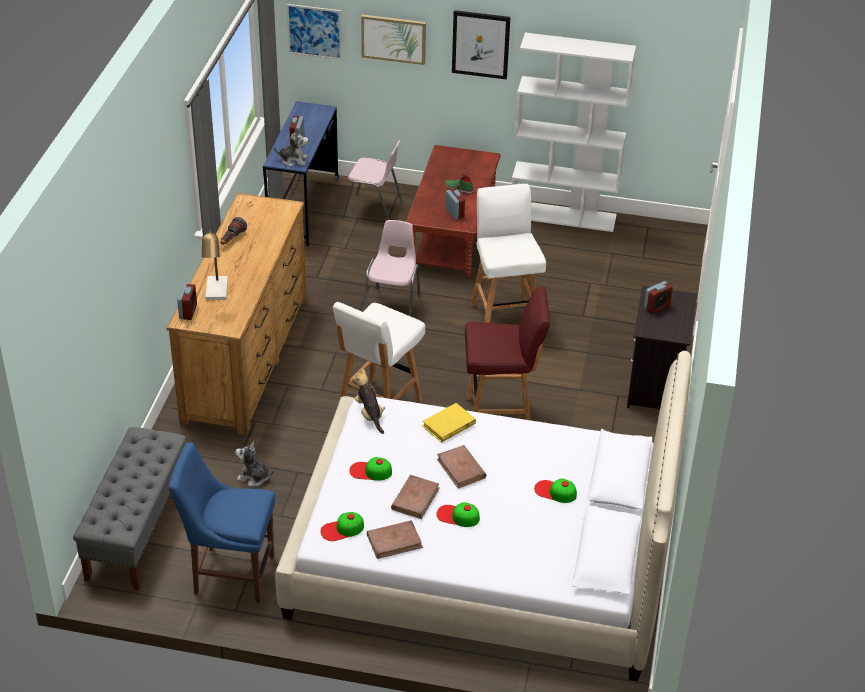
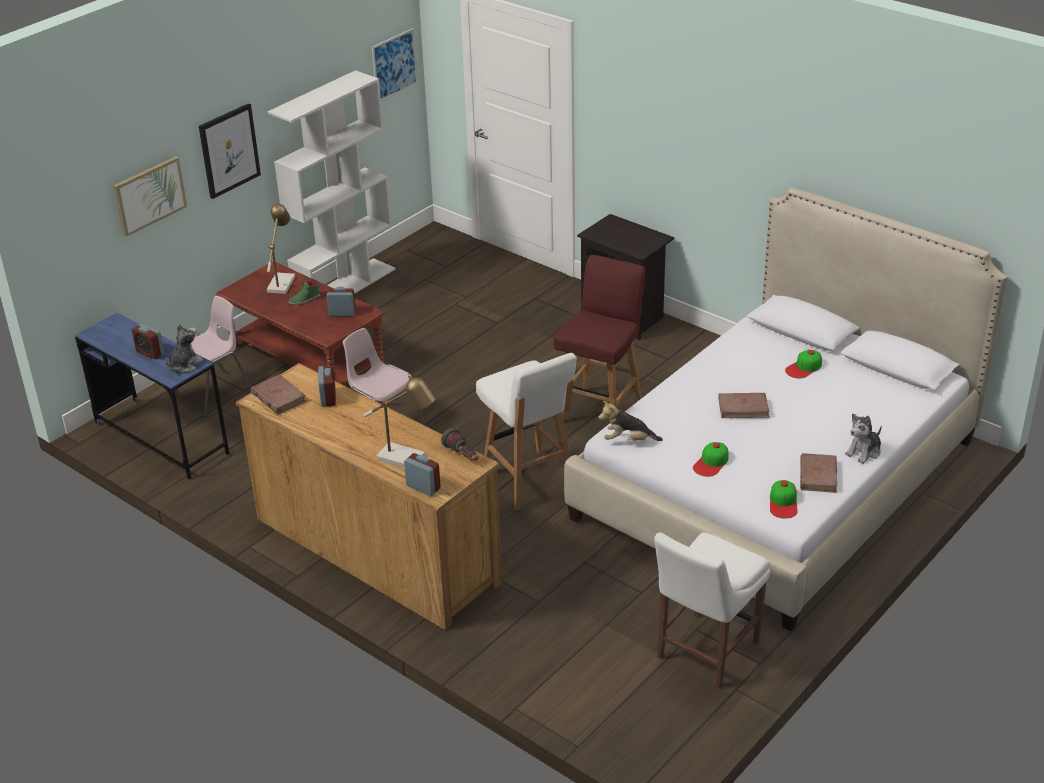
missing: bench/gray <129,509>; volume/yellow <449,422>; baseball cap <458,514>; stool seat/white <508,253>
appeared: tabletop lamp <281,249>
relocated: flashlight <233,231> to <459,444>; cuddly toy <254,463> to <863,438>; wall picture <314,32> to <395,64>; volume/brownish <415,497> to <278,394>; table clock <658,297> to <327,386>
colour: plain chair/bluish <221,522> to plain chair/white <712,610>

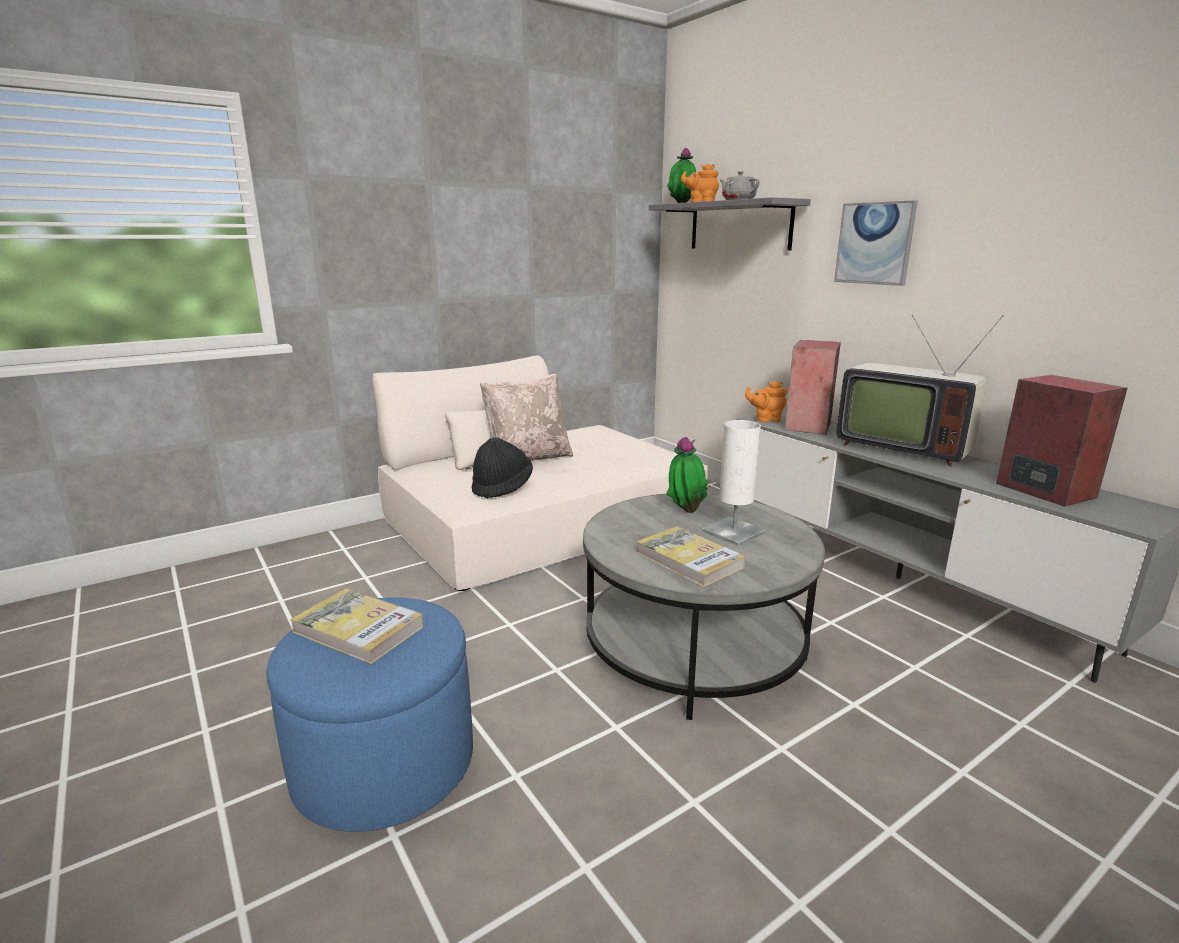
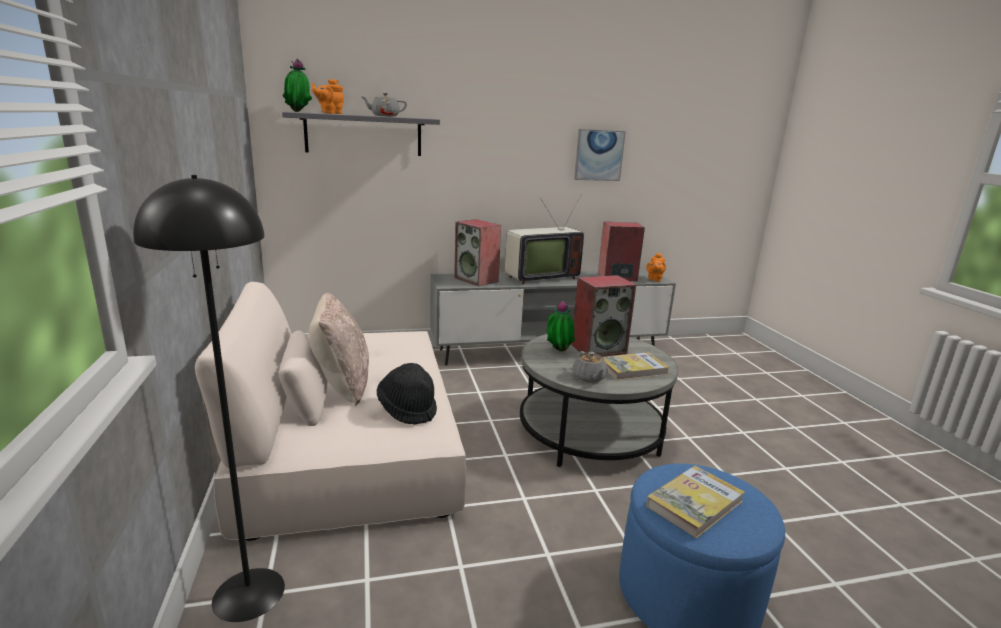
appeared: floor lamp/black <209,398>; tea pot/gray <590,367>
relocated: tea pot/orange <766,401> to <656,267>; wall picture <876,243> to <600,155>
exchanged: tabletop lamp/white <734,483> to speaker <603,316>

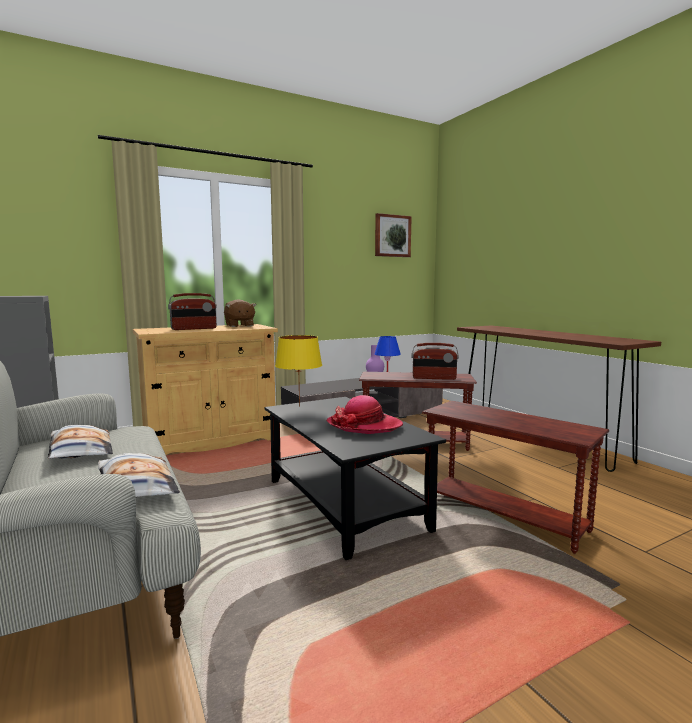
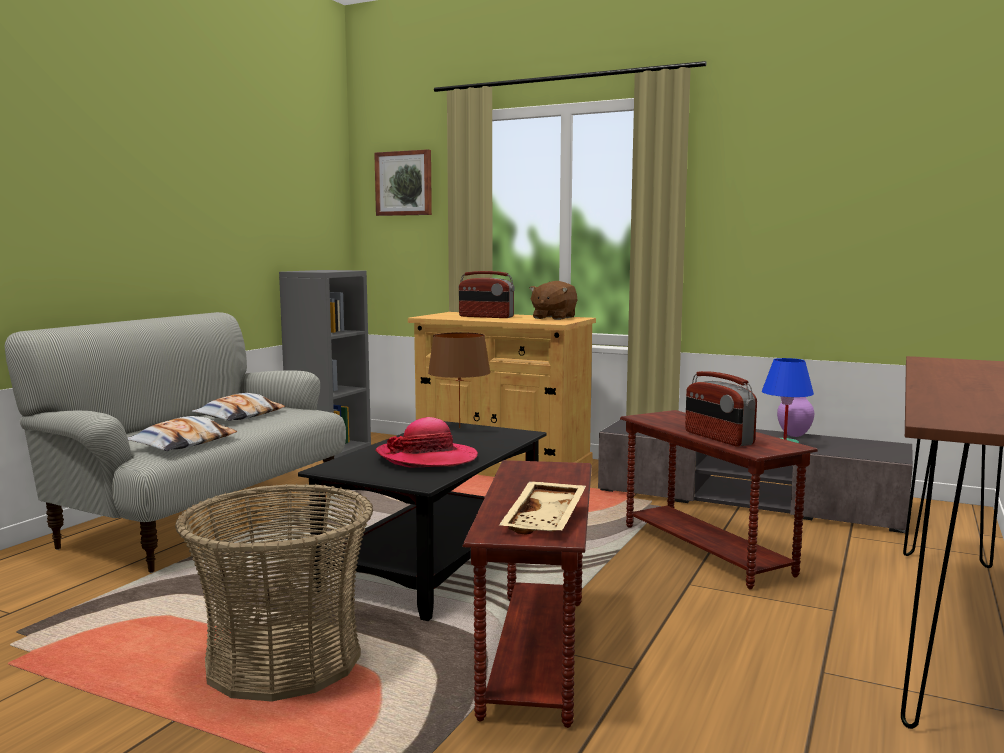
appeared: basket <274,593>; tray/beige-coloured <542,508>
relocated: wall picture <393,235> to <403,182>
colour: tabletop lamp/yellow <298,371> to tabletop lamp/brownish <459,380>

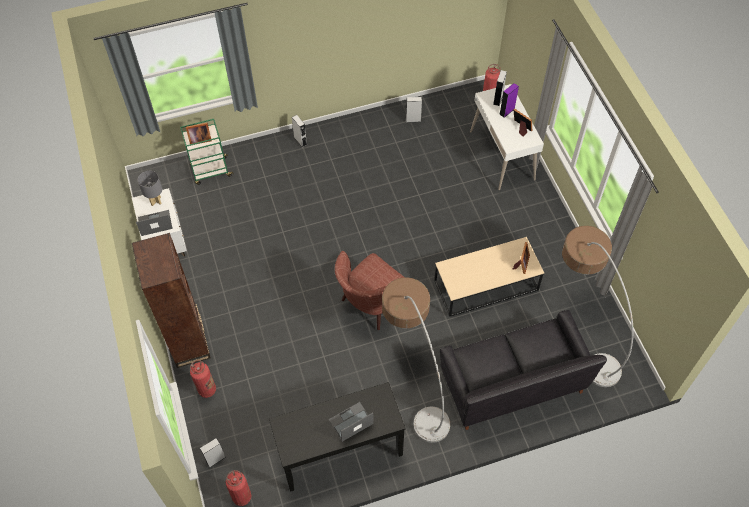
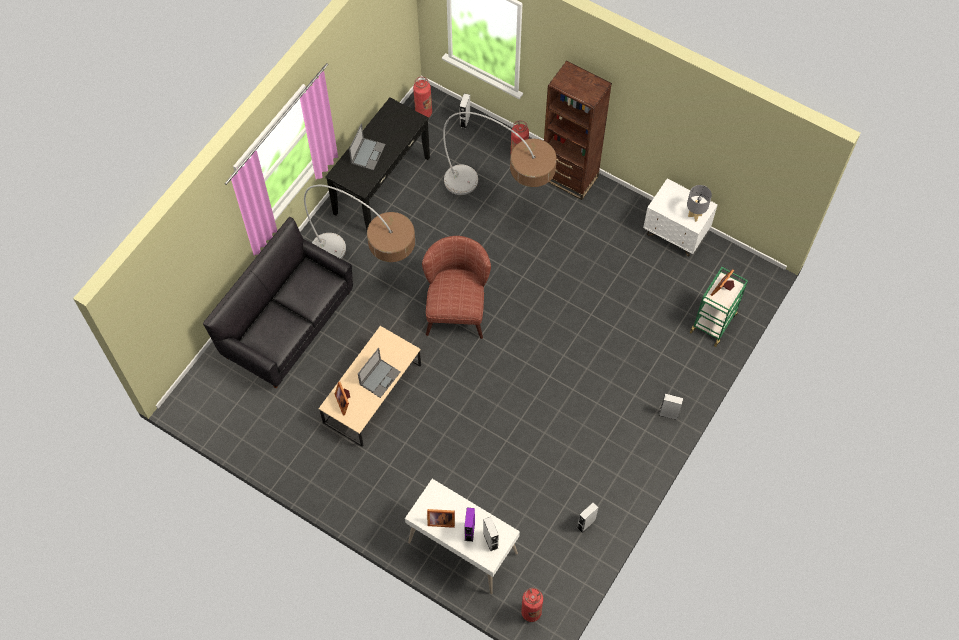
relocated: notebook computer <154,223> to <379,373>; floor lamp <598,306> to <500,153>

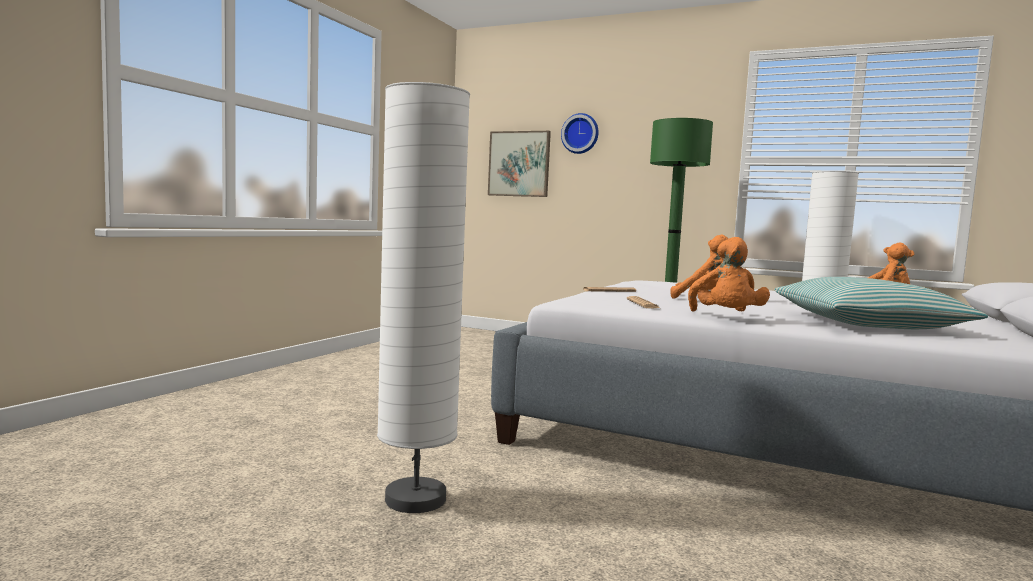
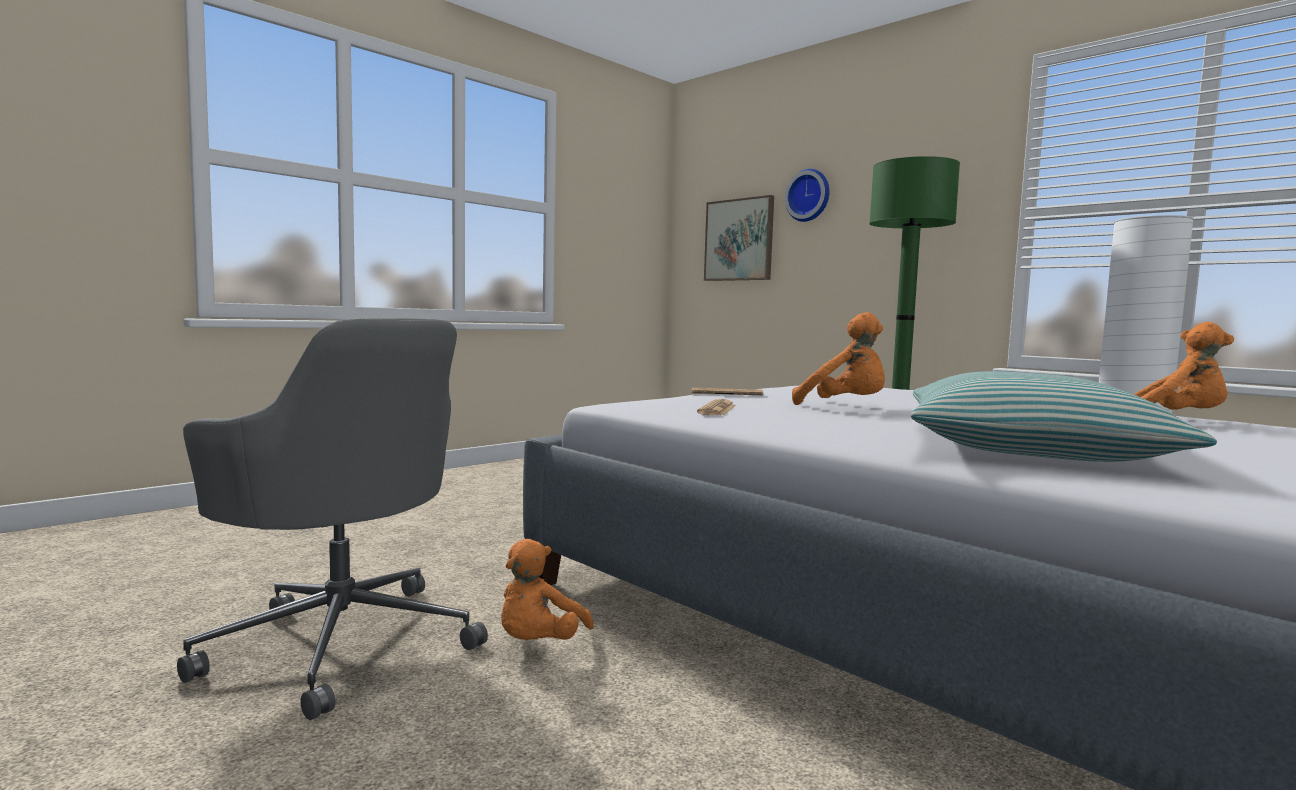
relocated: cuddly toy/orange <729,274> to <547,589>
exchanged: floor lamp/white <423,297> to computer chair/gray <332,519>

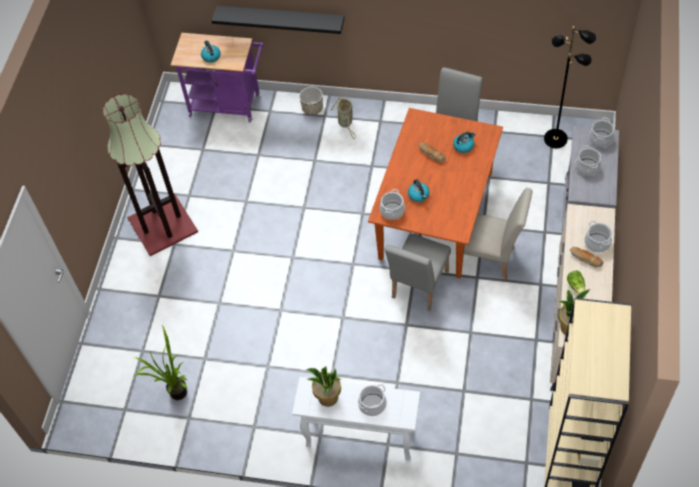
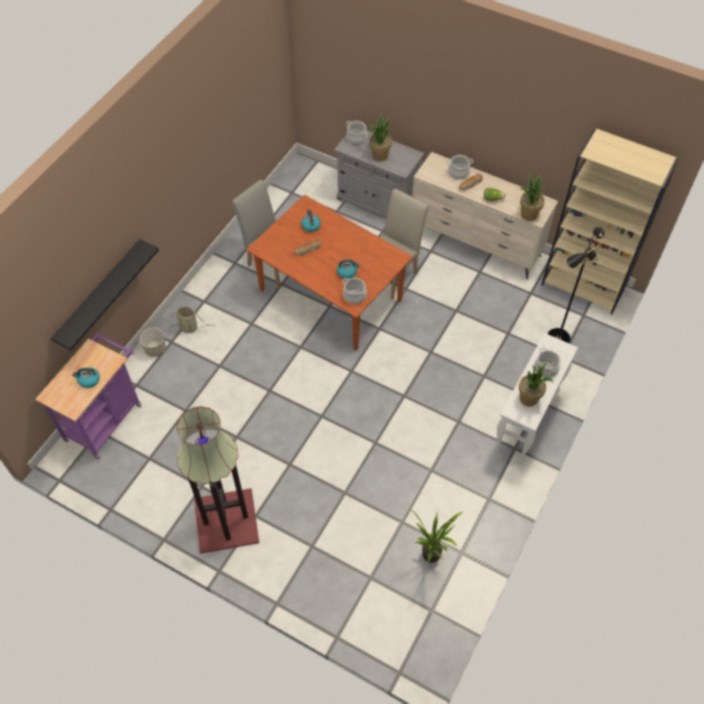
missing: plain chair/gray <417,272>
relocated: floor lamp/black <570,87> to <576,285>
exchanged: cooking pot <588,160> to potted plant <380,137>

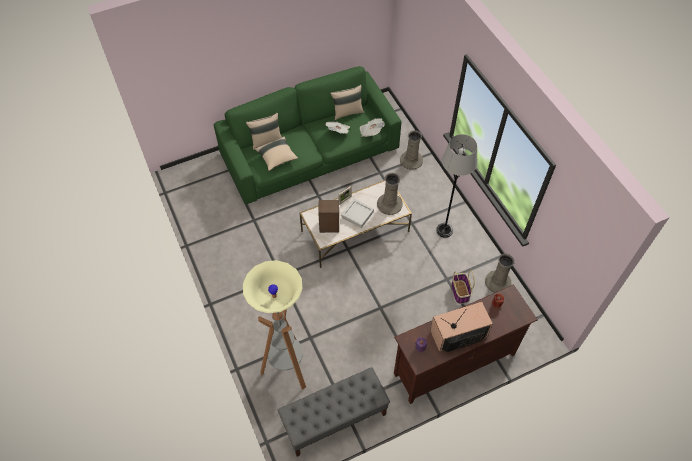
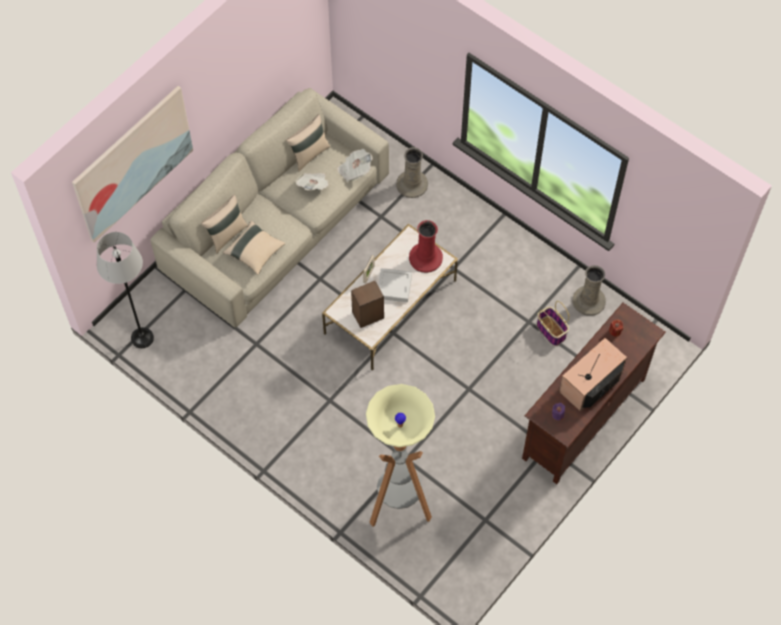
missing: bench/gray <334,412>
appeared: wall picture <132,164>
relocated: floor lamp/gray <456,186> to <125,290>
colour: couch/greenish <307,135> to couch/beige-coloured <269,208>; vase/beige-coloured <390,194> to vase/reddish <426,246>

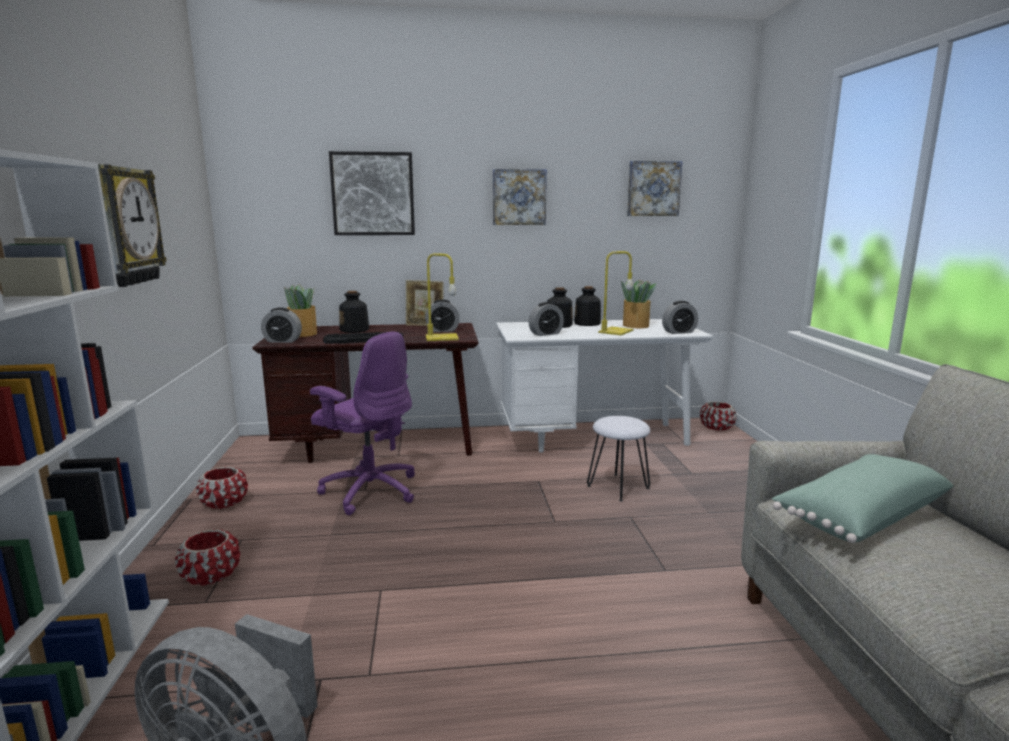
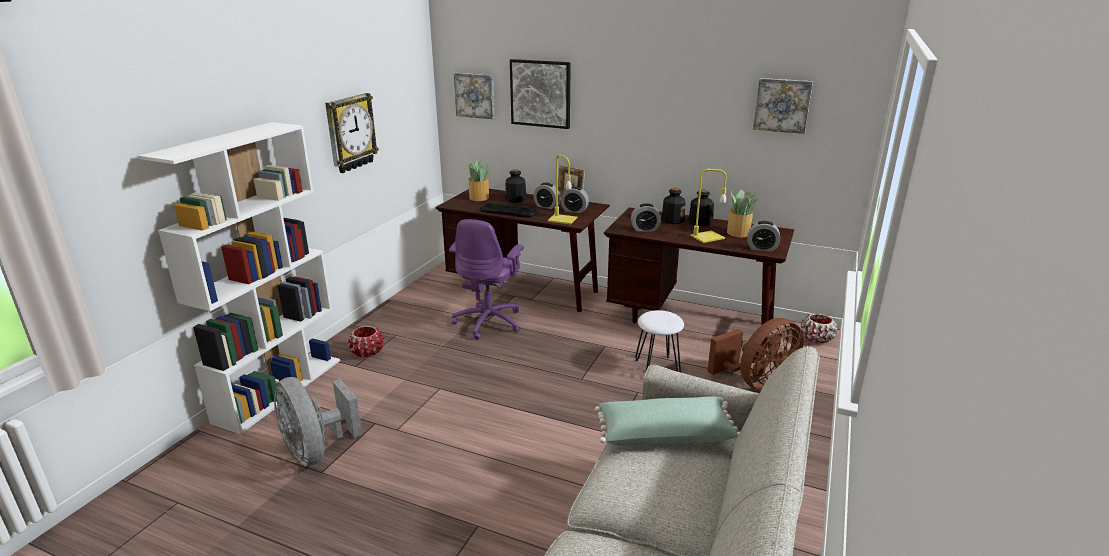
missing: plant pot/reddish <222,488>
appeared: fan/brownish <755,354>
relocated: table clock <281,325> to <547,196>; wall picture <520,197> to <474,96>
colour: desk/white <604,386> to desk/brownish <699,277>
spun: computer chair/purplish <362,423> = <486,279> 45 degrees clockwise

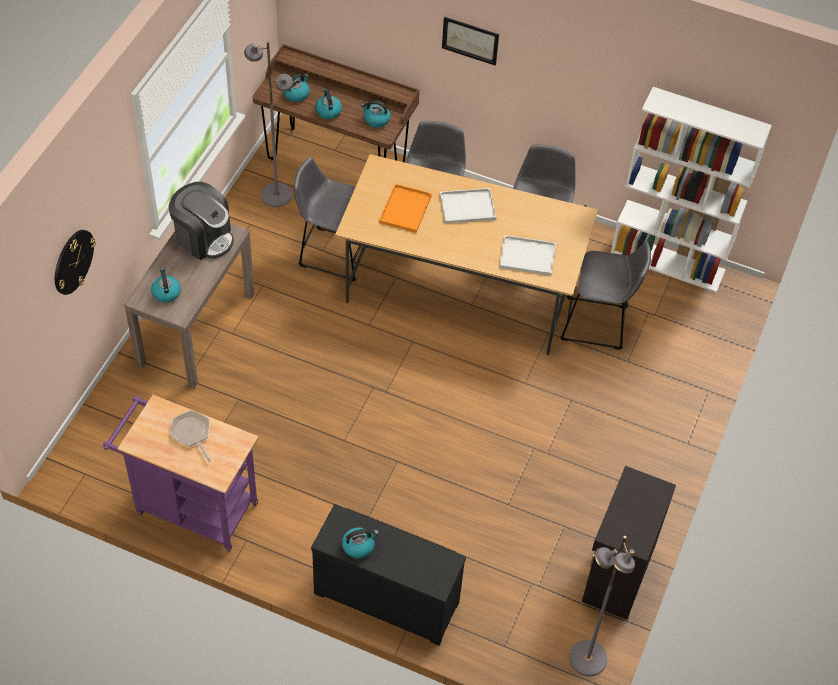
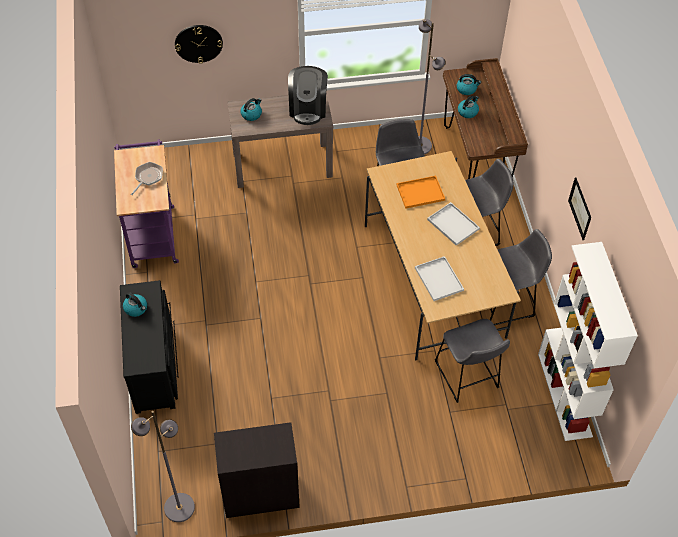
missing: kettle <376,114>
relocated: wall picture <470,41> to <579,208>

